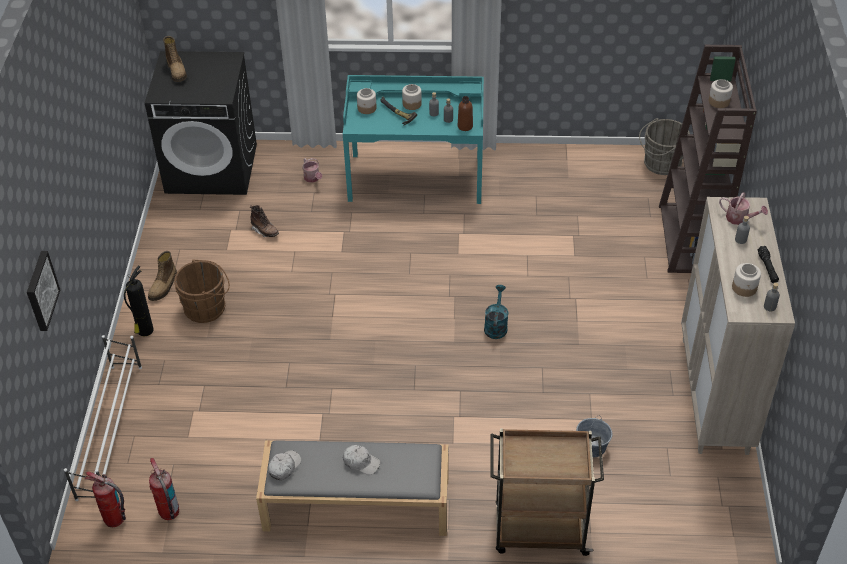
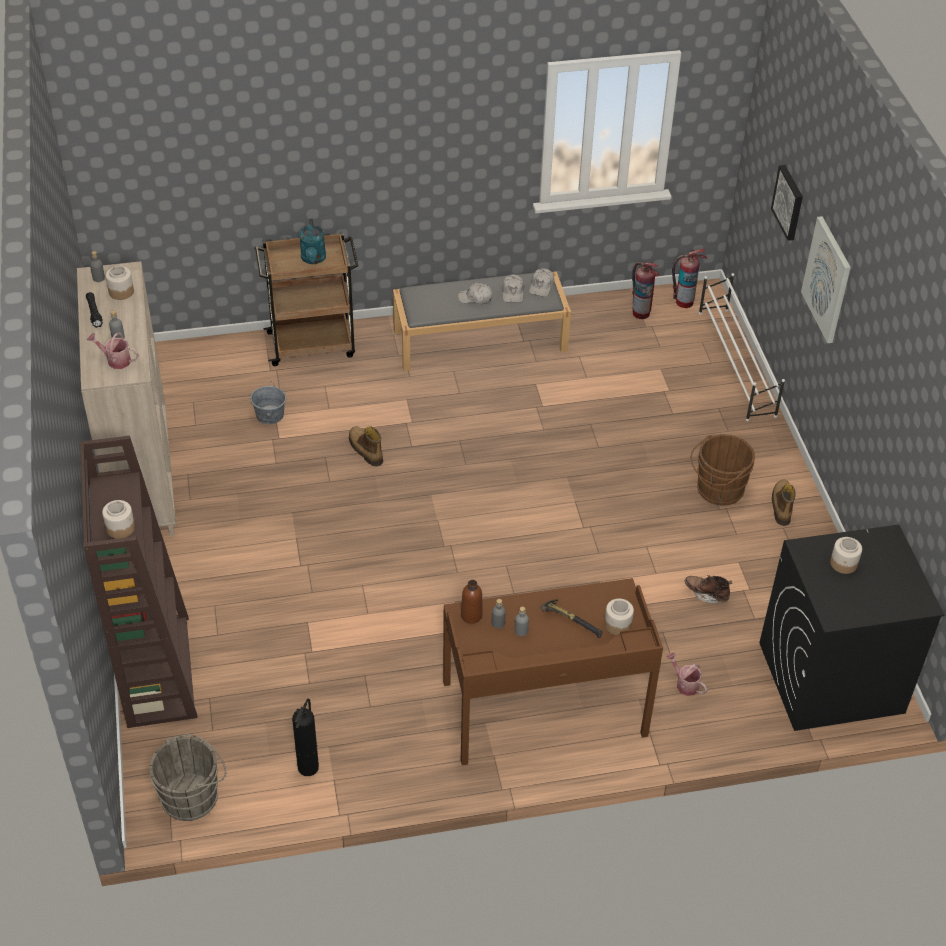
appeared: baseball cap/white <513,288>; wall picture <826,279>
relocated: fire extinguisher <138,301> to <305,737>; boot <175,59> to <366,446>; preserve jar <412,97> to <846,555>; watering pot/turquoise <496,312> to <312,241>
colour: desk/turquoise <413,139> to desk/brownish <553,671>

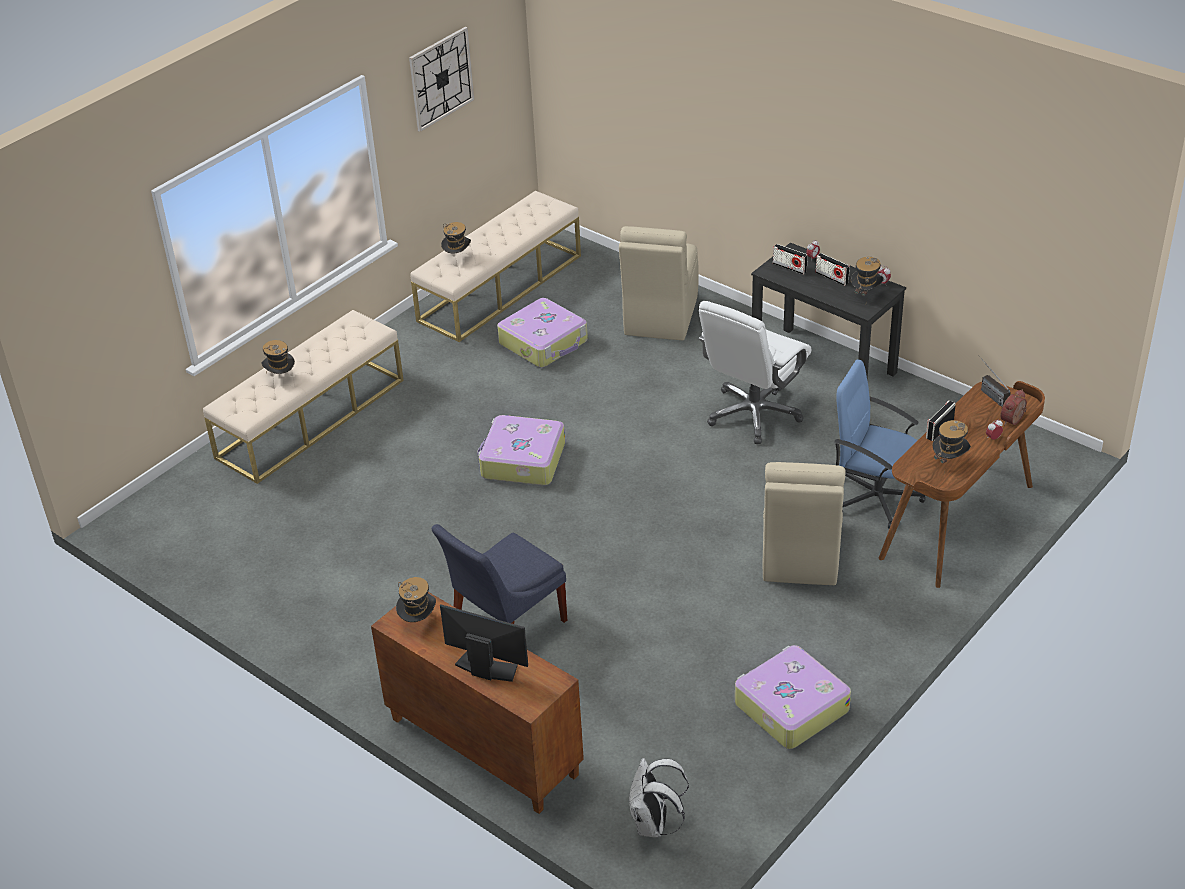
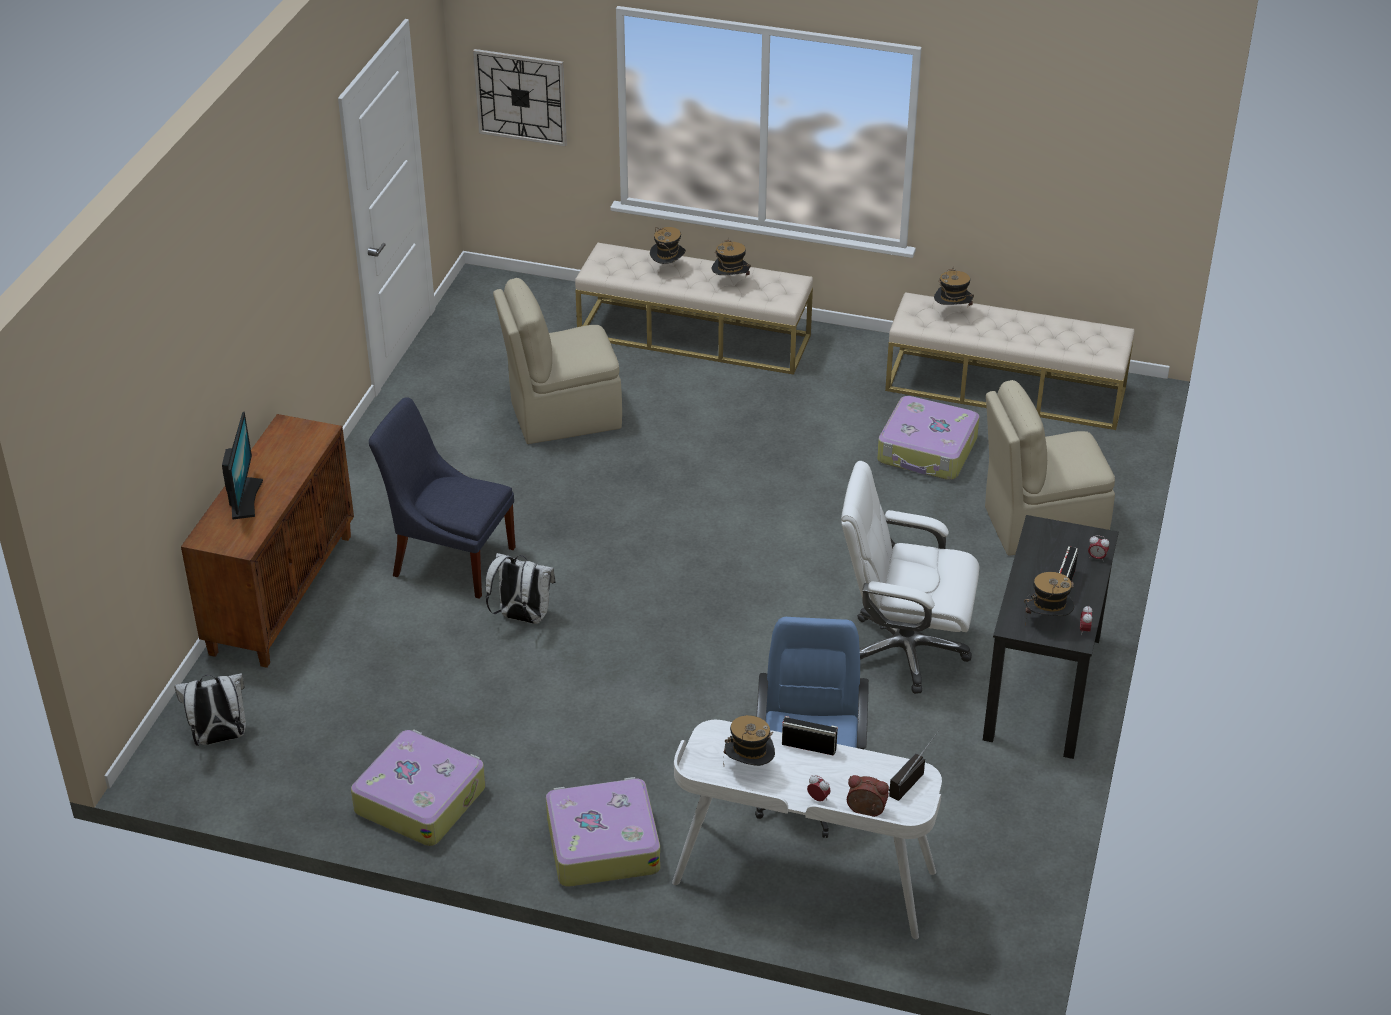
missing: radio set <790,259>
appeared: rucksack/white <520,588>
relocated: clothing hat <416,599> to <731,256>; hanging clock <441,79> to <520,98>; suitcase <521,450> to <603,832>; plain chair/beige-coloured <804,523> to <557,361>
colour: desk/brownish <962,484> to desk/white <807,829>

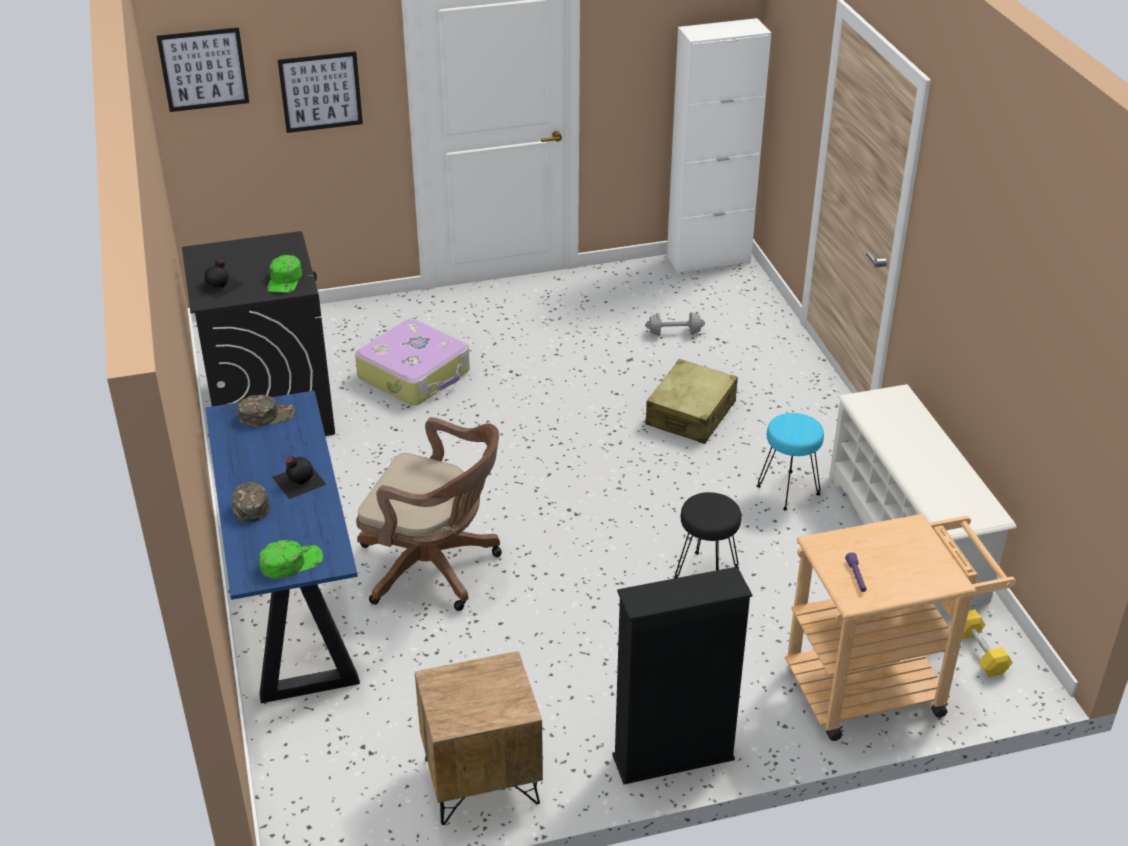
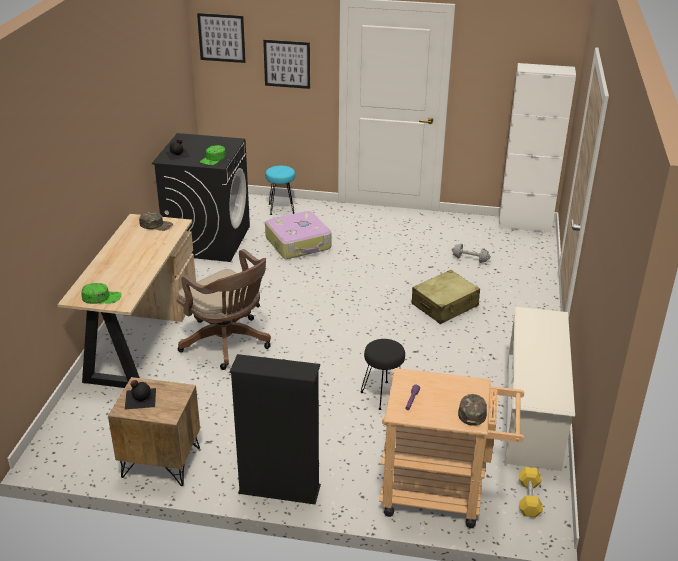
relocated: baseball cap/greenish <251,502> to <472,410>; beverage bottle/black <299,478> to <140,395>; stool seat/turquoise <790,461> to <280,190>
colour: desk/bluish <282,547> to desk/beige-coloured <126,301>

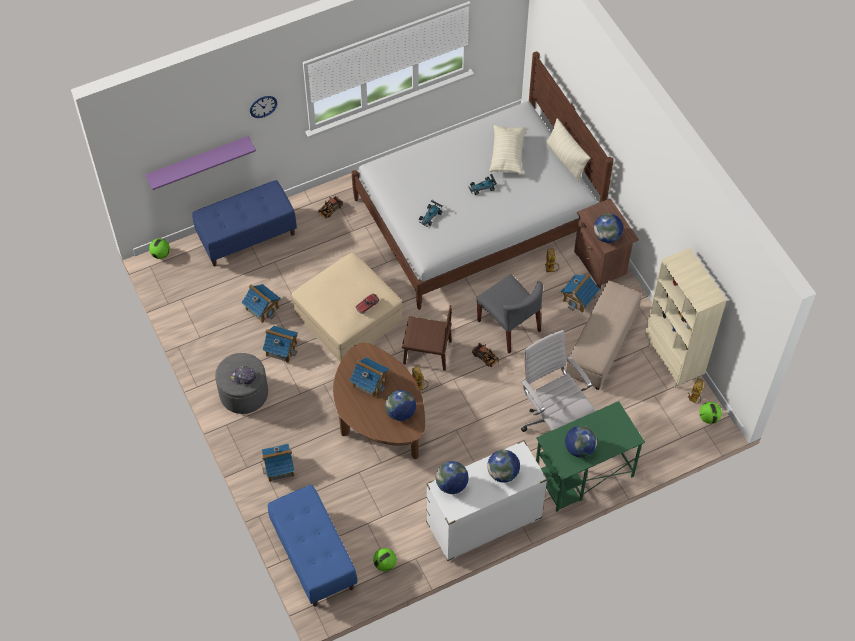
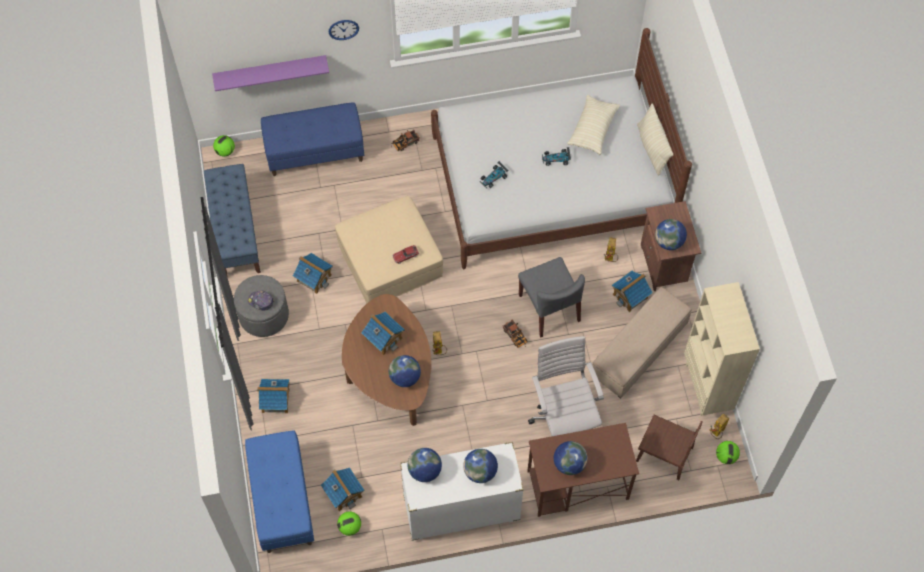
appeared: bench/bluish <232,220>
relocated: toy house <261,303> to <342,489>; plain chair/brownish <427,338> to <669,447>
colour: desk/greenish <590,456> to desk/brownish <583,470>

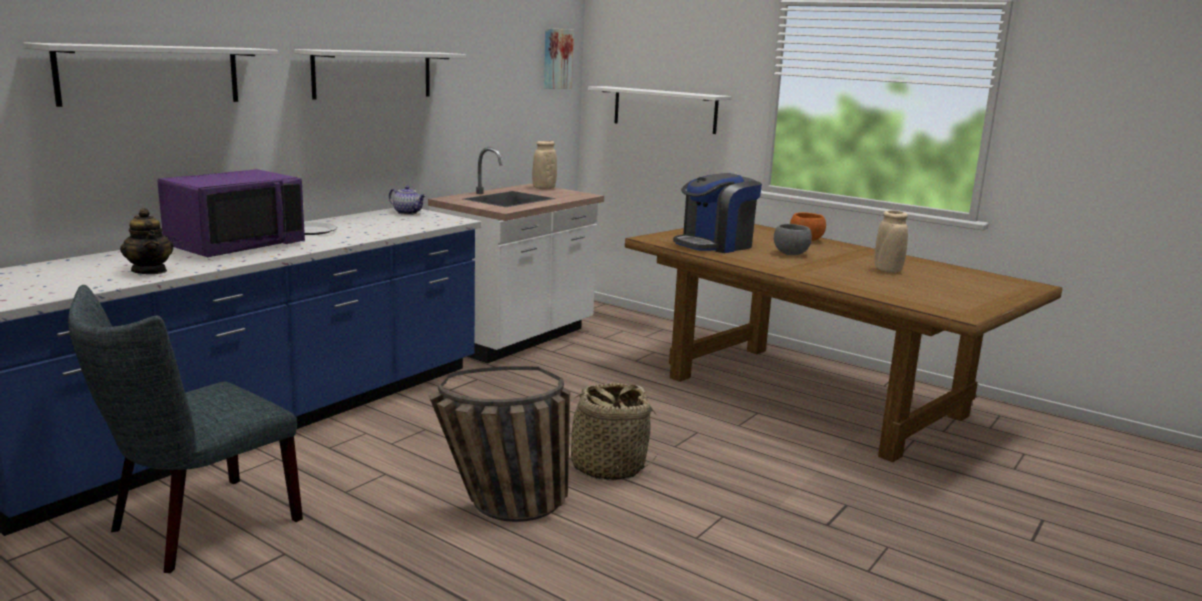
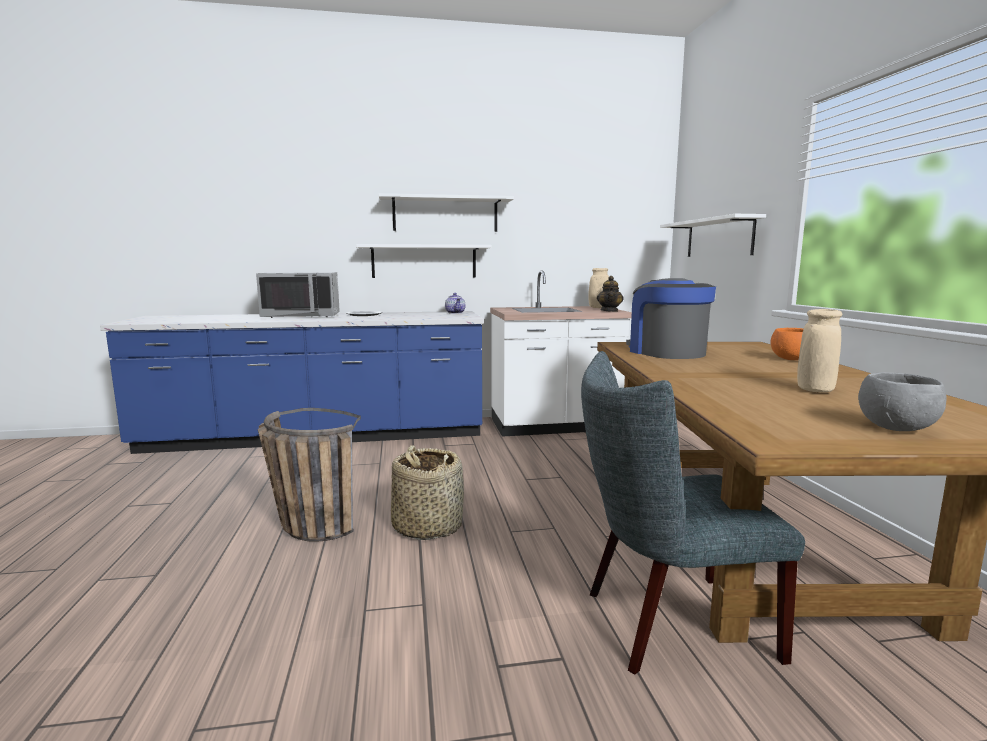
missing: wall picture <559,58>
relocated: bracket shelf/white <150,74> to <423,261>; plain chair/gray <185,429> to <693,513>; tea pot <147,241> to <610,294>; serving bowl/gray <792,239> to <902,401>
colour: kitchen microwave/purplish <231,213> to kitchen microwave/gray <298,295>
spun: coffee machine <717,213> = <671,318> 60 degrees clockwise

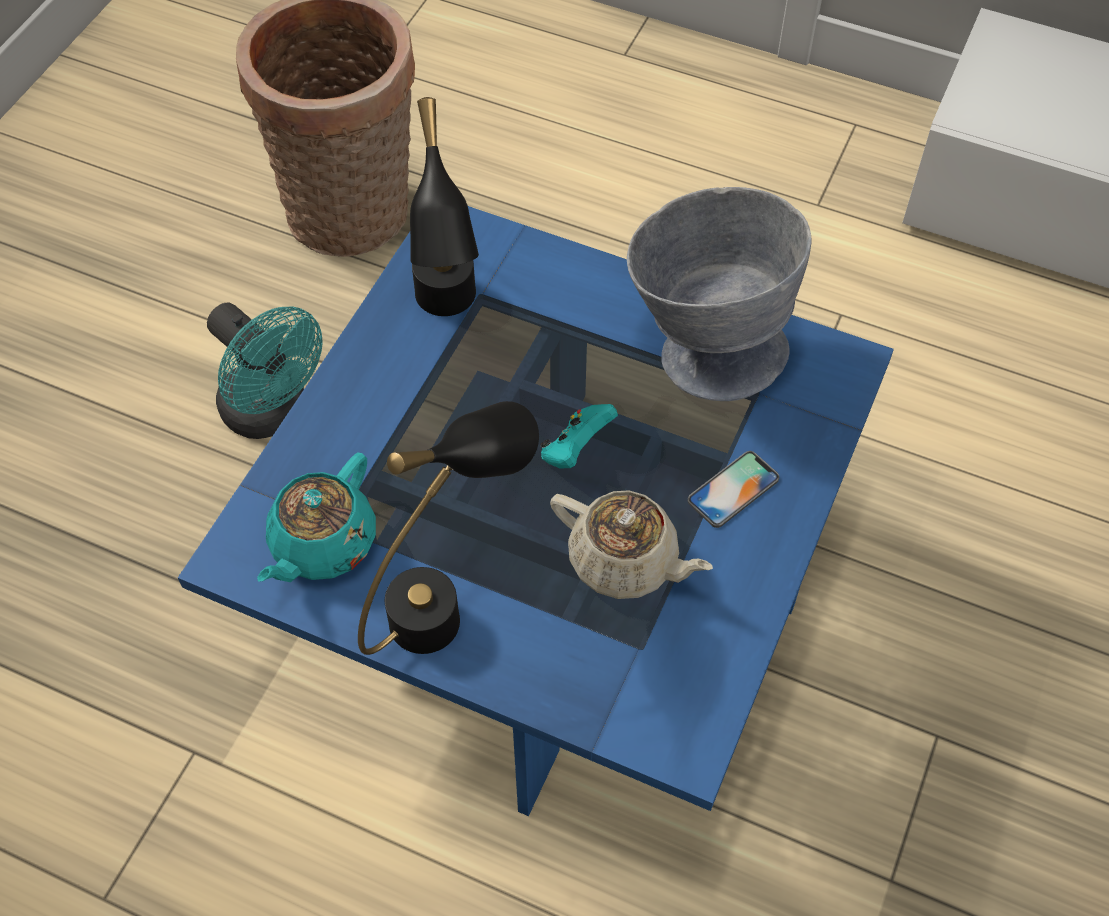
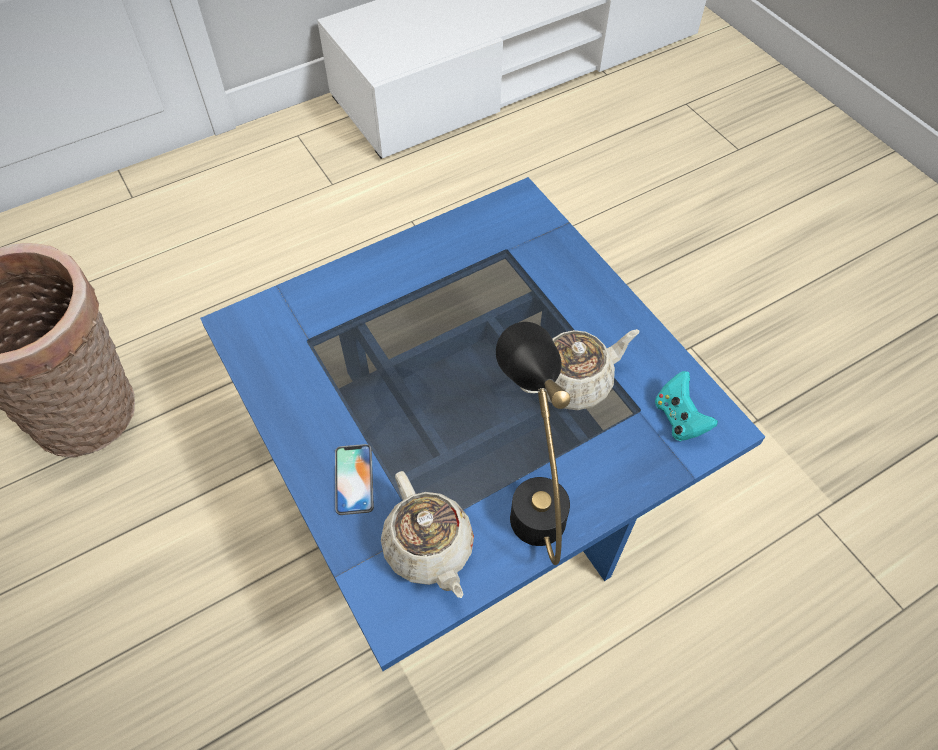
missing: fan/turquoise <265,371>; tabletop lamp/black <444,206>; serving bowl/gray <719,294>
relocated: game controller/turquoise <579,436> to <686,406>; telephone <733,489> to <354,479>
colour: tea pot/turquoise <316,517> to tea pot/beige-coloured <427,534>

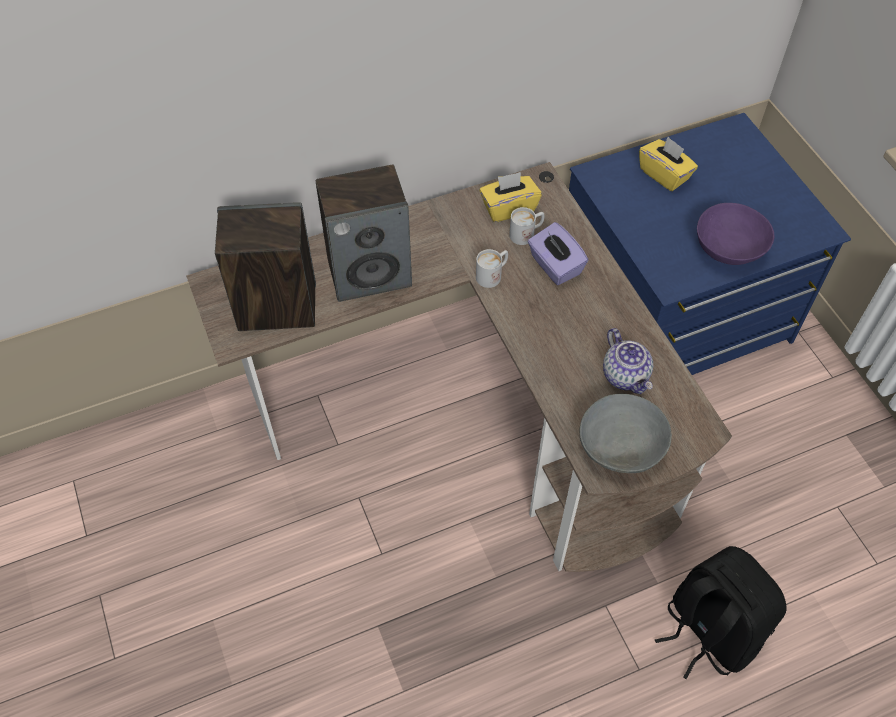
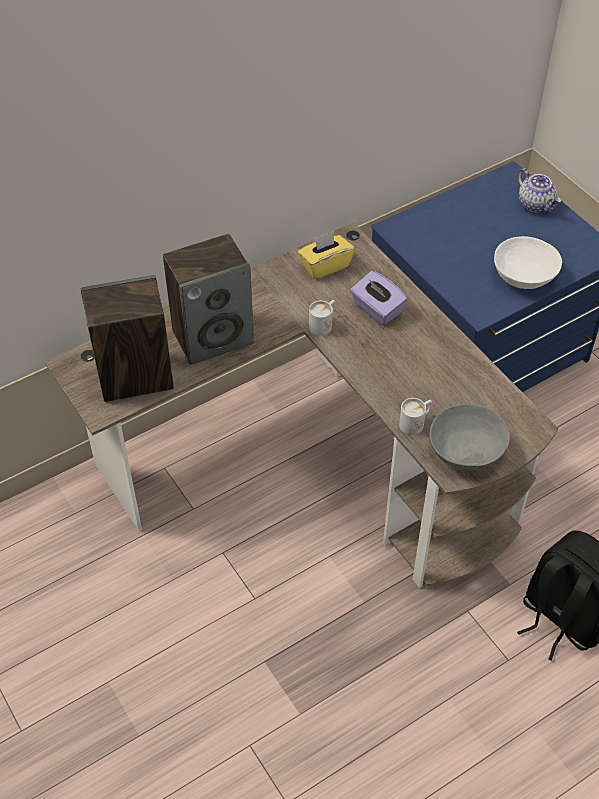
missing: tissue holder/yellow <668,164>
relocated: tea mug/white <526,226> to <415,416>; tea pot <628,361> to <539,190>
colour: serving bowl/purplish <735,234> to serving bowl/white <528,262>

